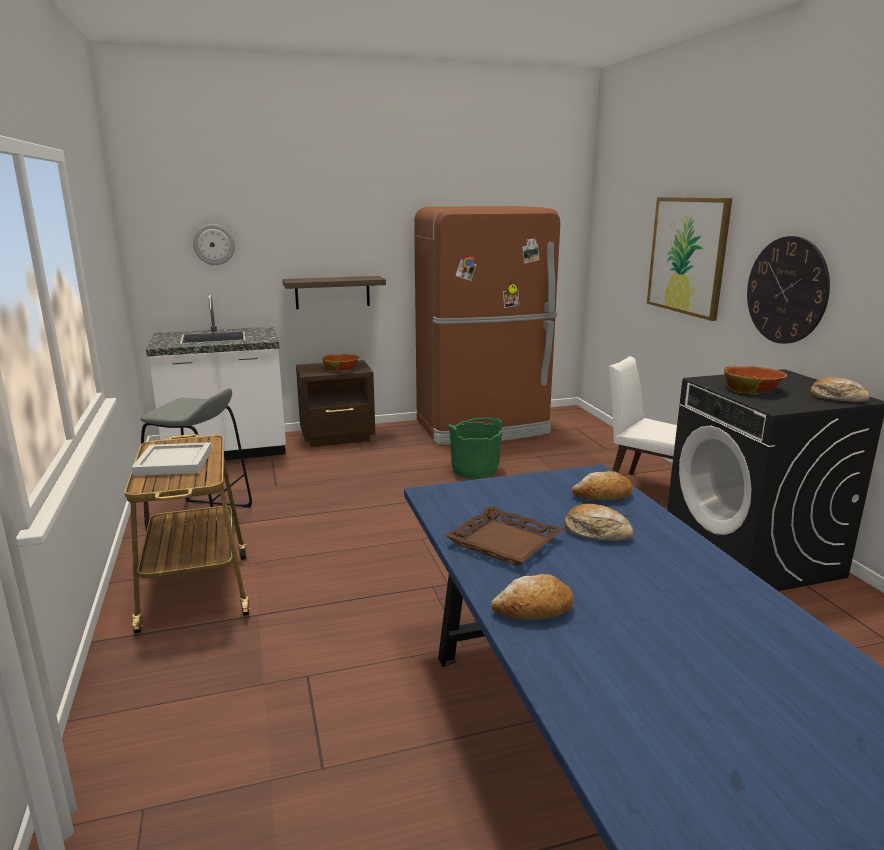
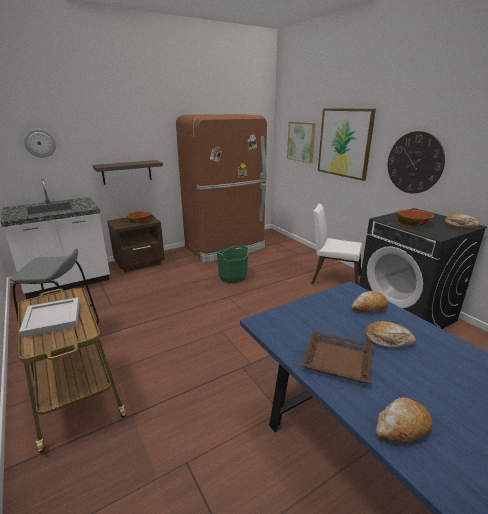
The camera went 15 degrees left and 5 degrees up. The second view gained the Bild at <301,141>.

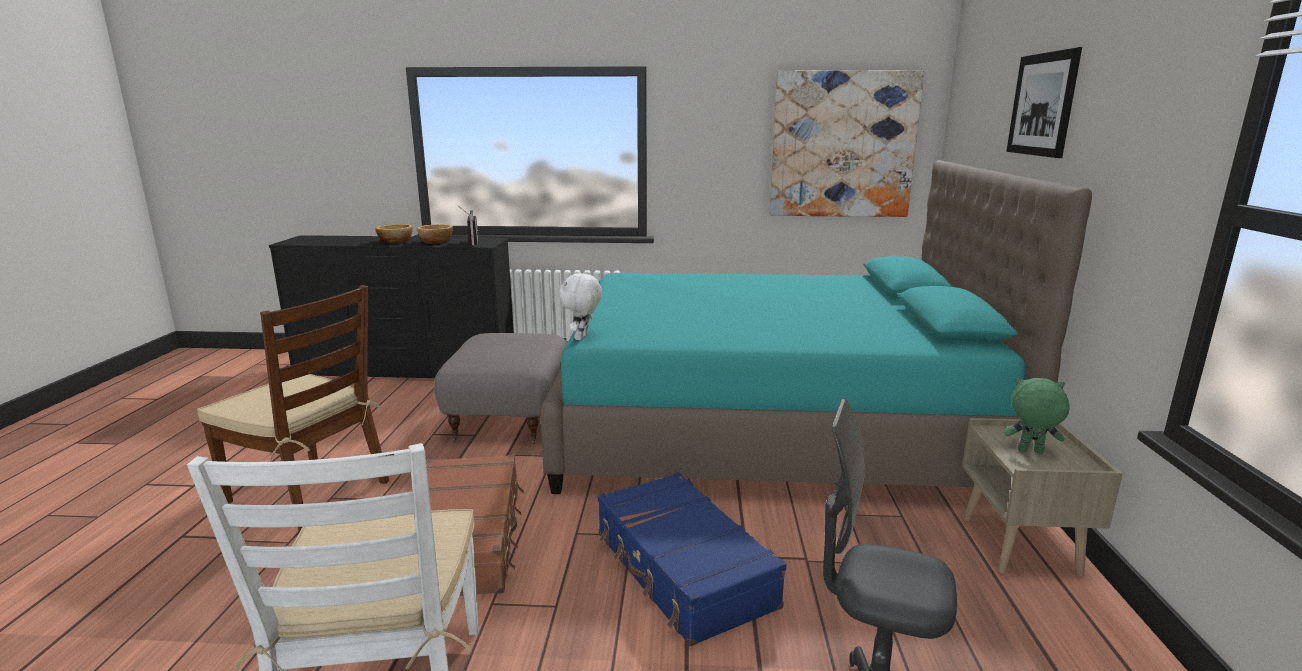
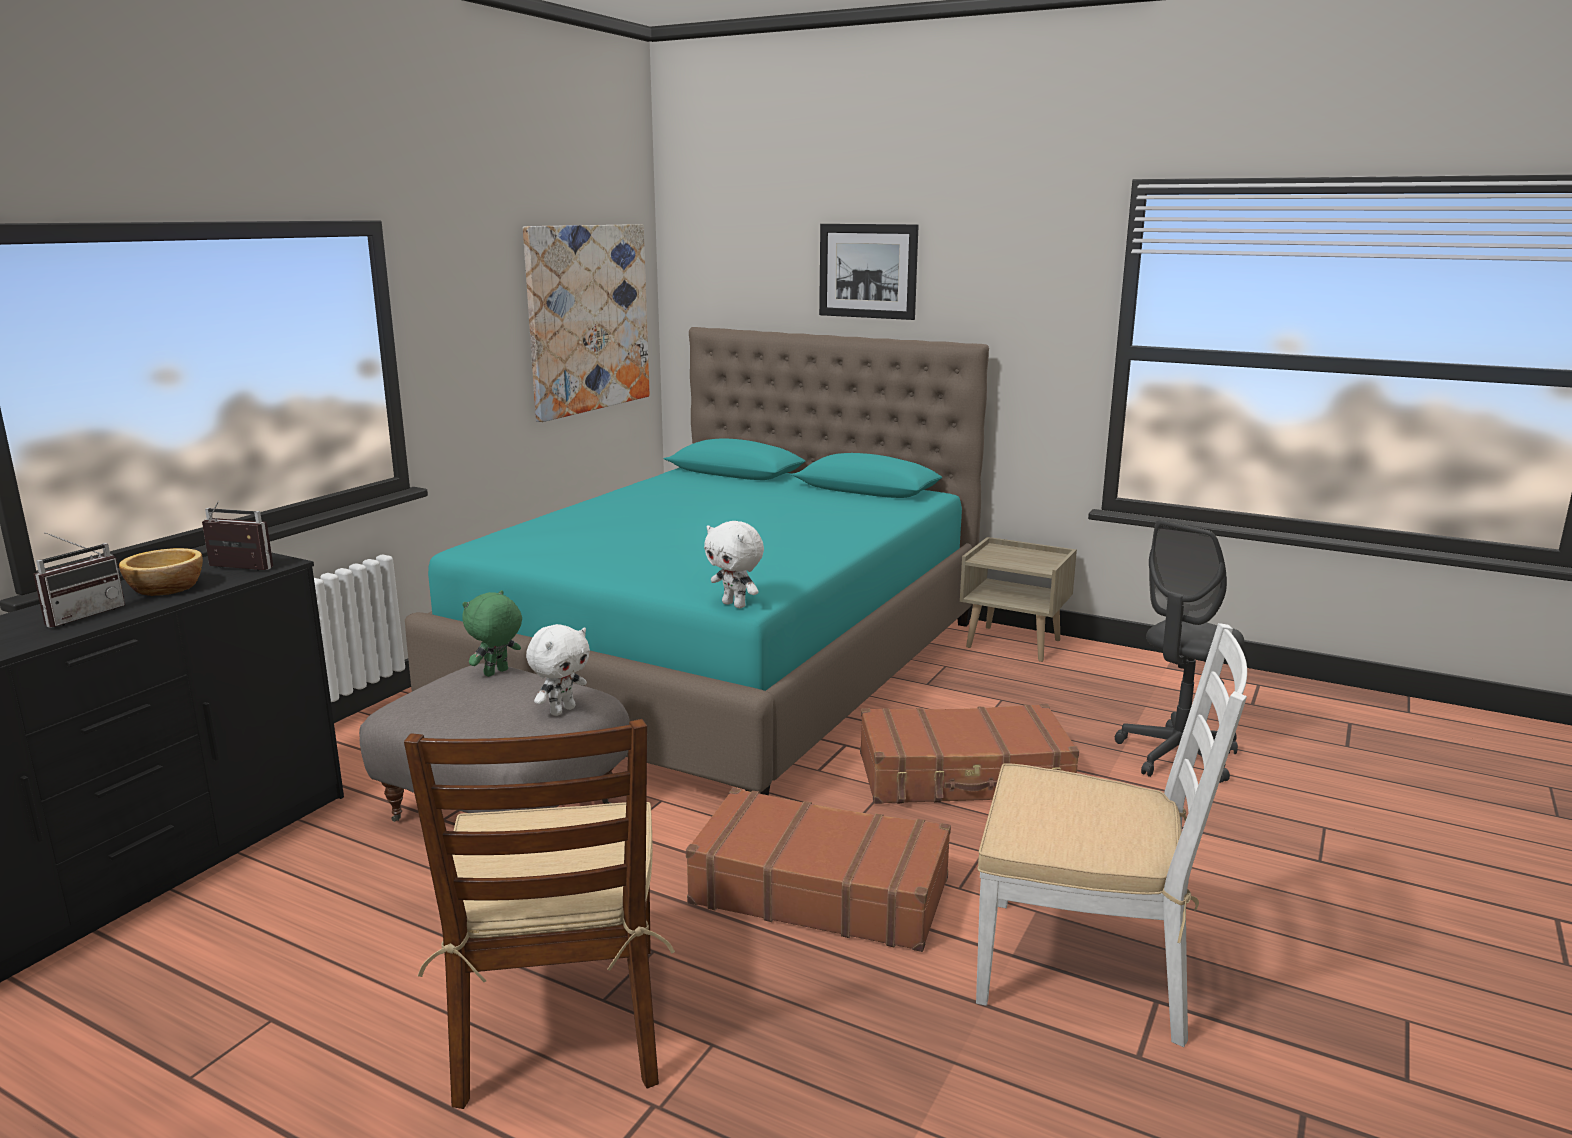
The camera went 65 degrees left and 0 degrees up. The Stuhl/braun at <310,492> ended up facing another way, 120 degrees clockwise from before. Where the Schüssel stood at <396,241>, the Radio came to stand at <82,615>. What was the Koffer/blau at <682,570> turned into the Koffer/braun at <964,776>. The Plüschtier/grün ended up elsewhere, having gone from <1030,452> to <496,673>. The second view gained the Plüschtier/weiß at <562,710>.

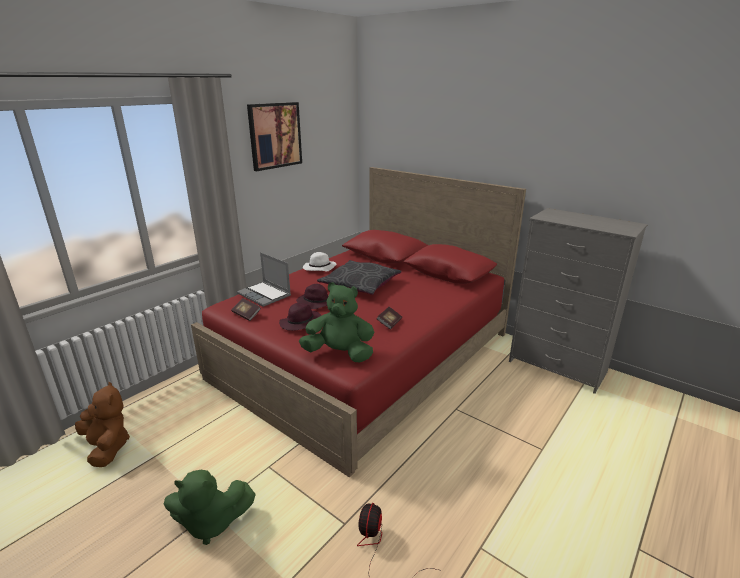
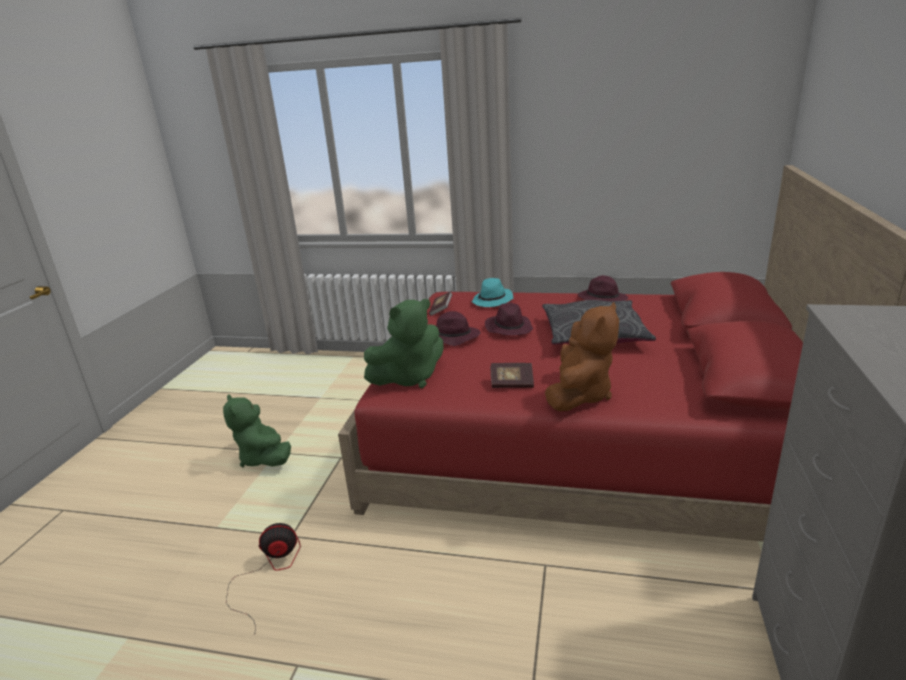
The camera went 65 degrees right and 0 degrees up. The Plüschtier/braun ended up elsewhere, having gone from <107,447> to <579,395>. Where the Laptop stood at <265,295>, the Hut/türkis came to stand at <493,301>. The second view lost the Bild at <275,135>. The Plüschtier/grün at <340,354> ended up facing another way, 75 degrees clockwise from before. What was the Hut/weiß at <319,268> turned into the Hut/lila at <601,299>.

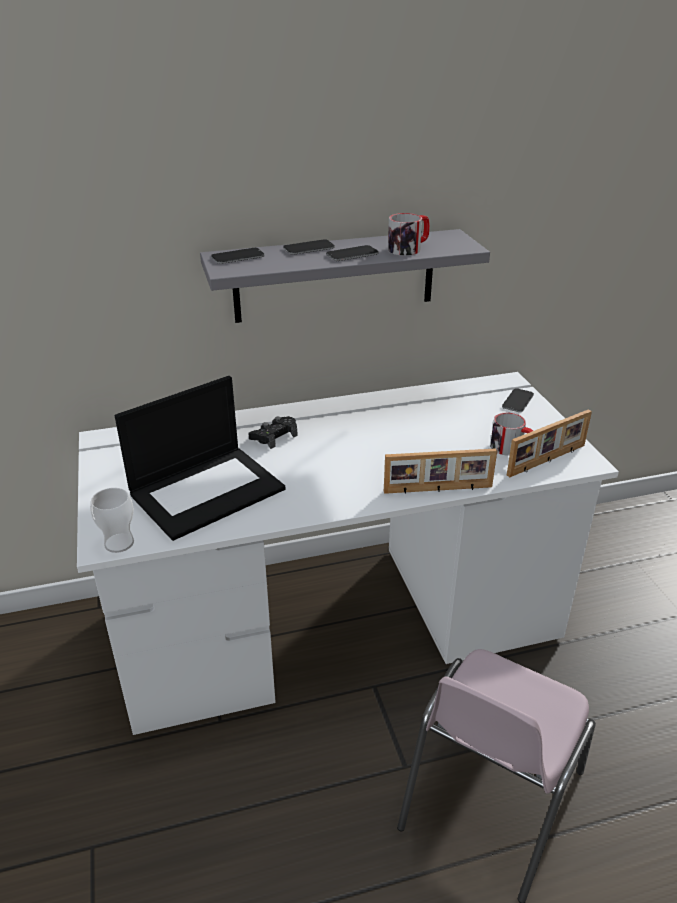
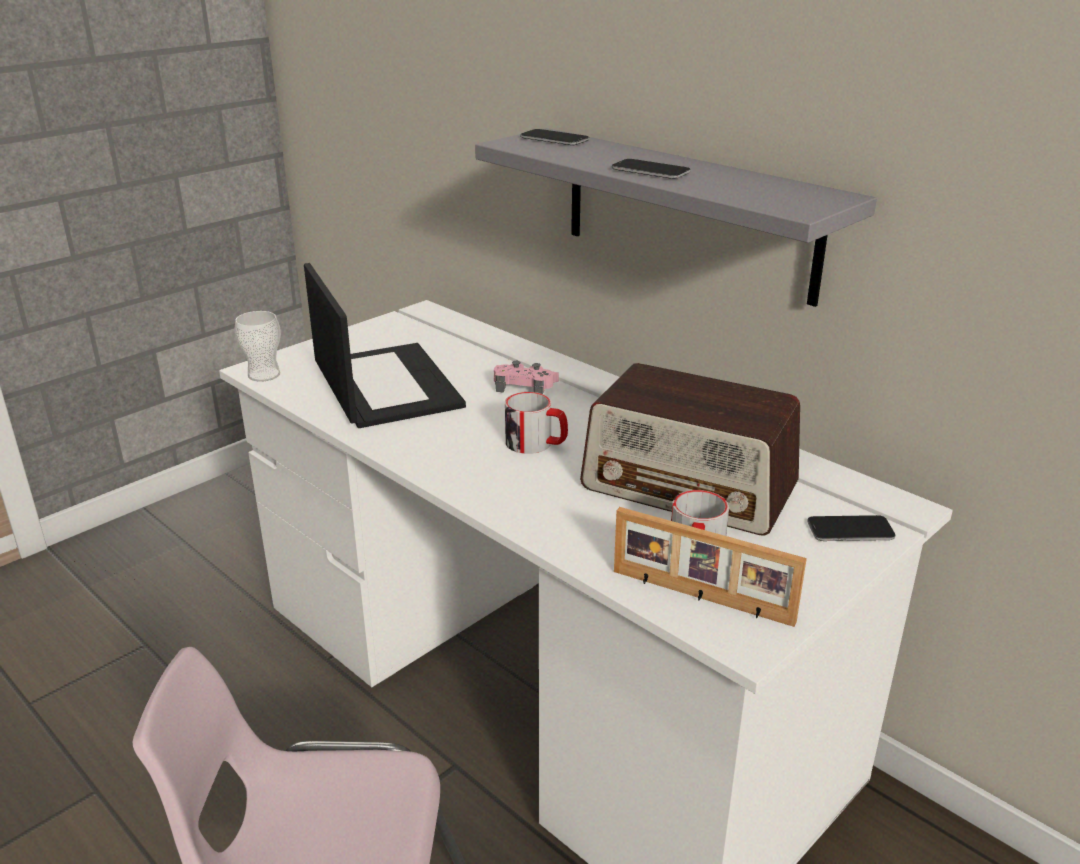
The camera went 60 degrees right and 5 degrees down. The Laptop at <207,490> ended up facing another way, 135 degrees counterclockwise from before. What was the Gamepad/schwarz at <274,436> turned into the Gamepad/rosa at <525,386>. The second view lost the Handy at <309,248>. The second view lost the Bilderrahmen at <438,490>. The Henkelbecher ended up elsewhere, having gone from <409,248> to <536,444>. The second view gained the Radio at <689,488>.

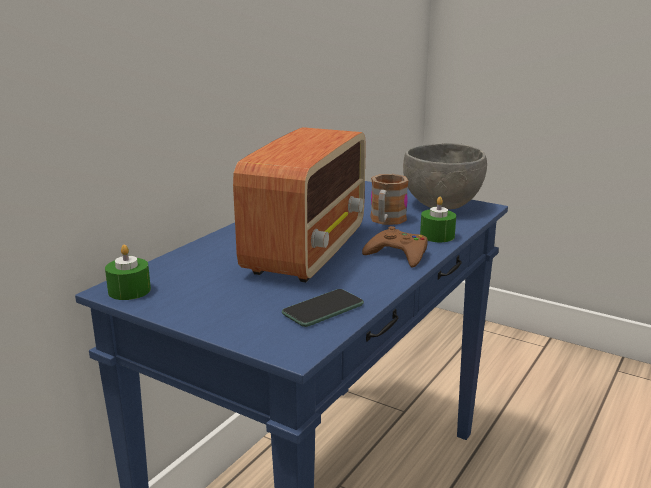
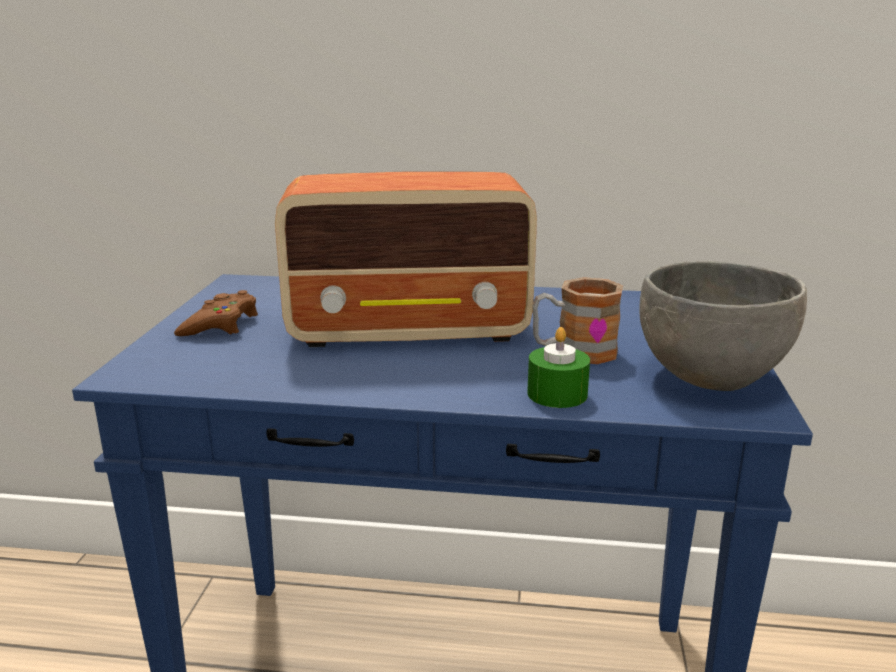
The camera went 65 degrees right and 0 degrees up. The second view lost the Kerze/grün at <129,290>. The second view lost the Handy at <323,309>. The Gamepad/braun ended up elsewhere, having gone from <398,254> to <220,324>.

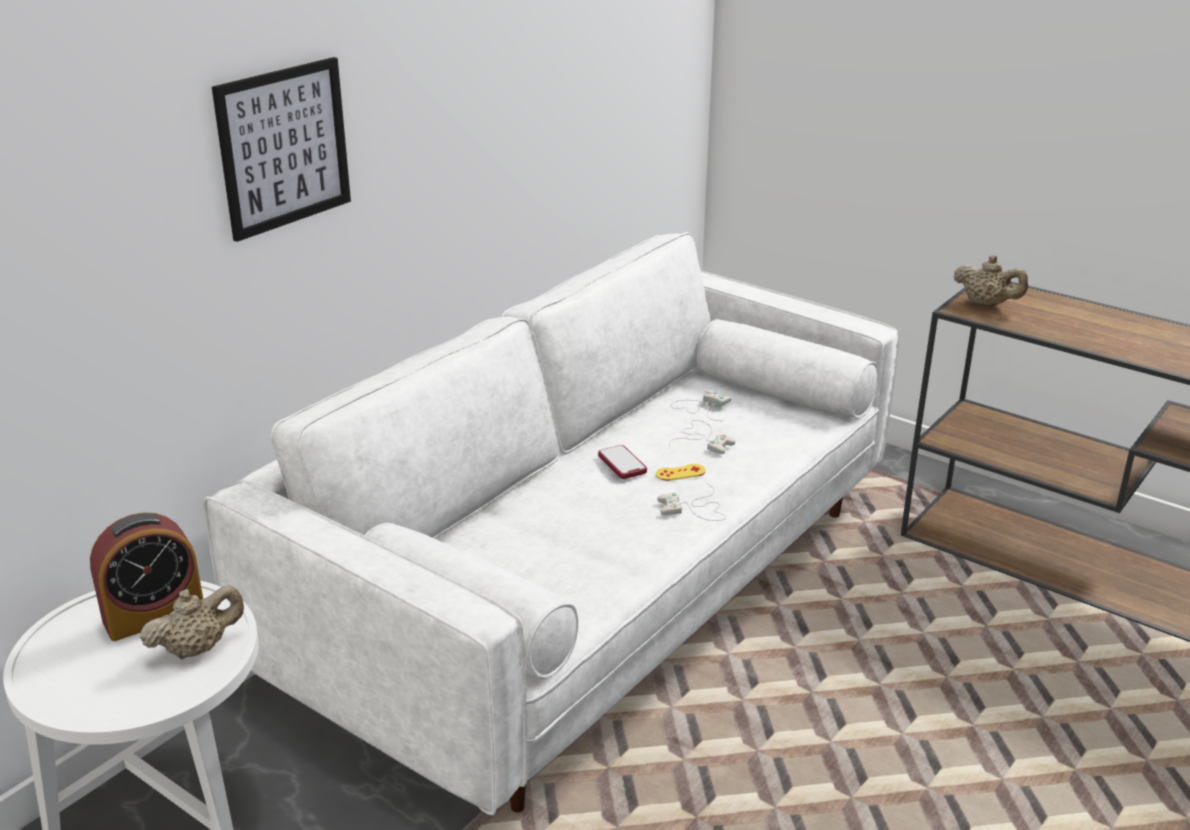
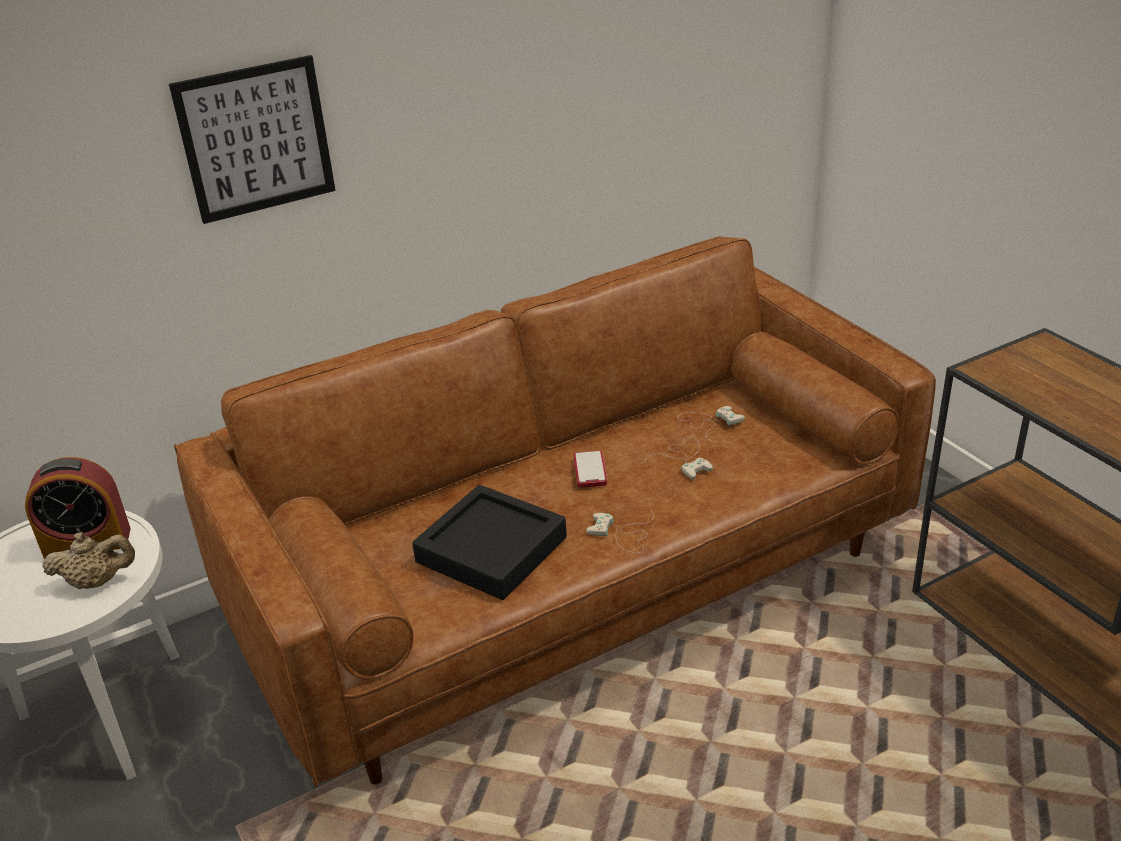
The camera went 25 degrees right and 5 degrees up. What was the Sofa/weiß at <594,592> turned into the Sofa/braun at <571,583>. The second view lost the Gamepad/gelb at <680,472>. The second view lost the Teekanne/beige at <986,304>. The second view gained the Tablett/schwarz at <491,550>.

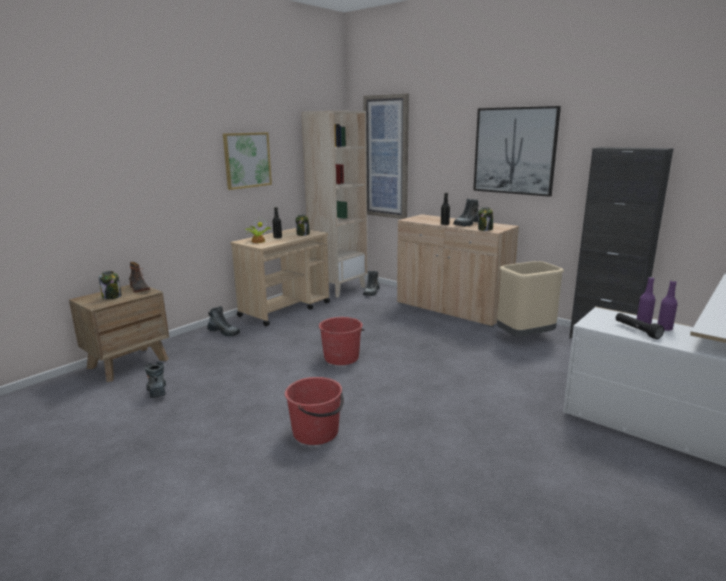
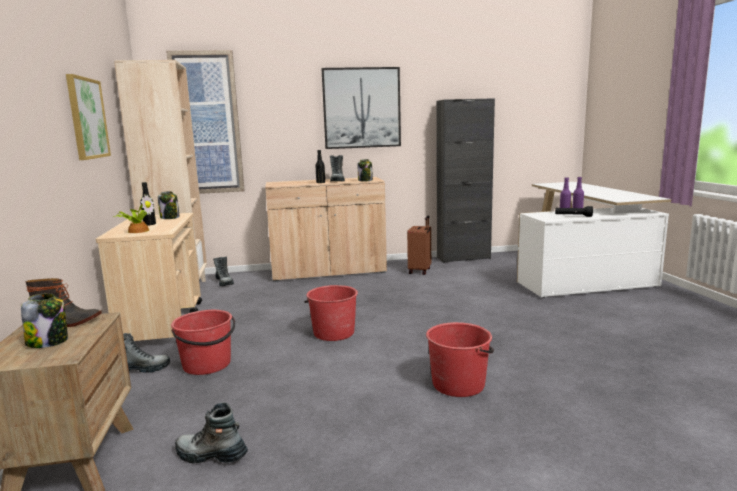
The camera went 50 degrees left and 5 degrees down. Where the Mülleimer/beige stood at <525,337>, the Koffer/braun came to stand at <420,271>. The second view gained the Eimer/rot at <207,365>.

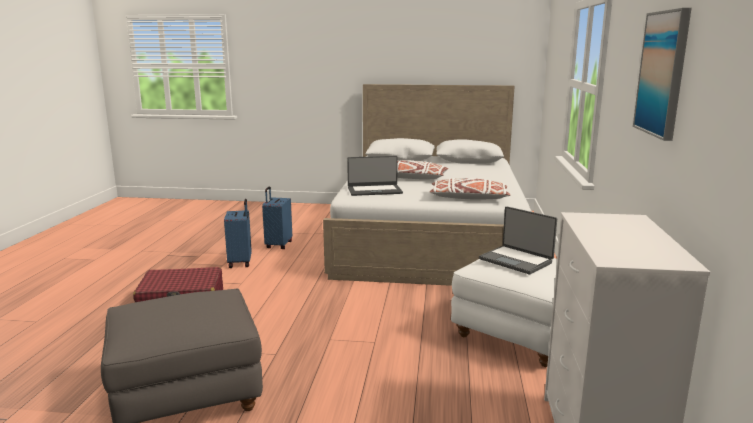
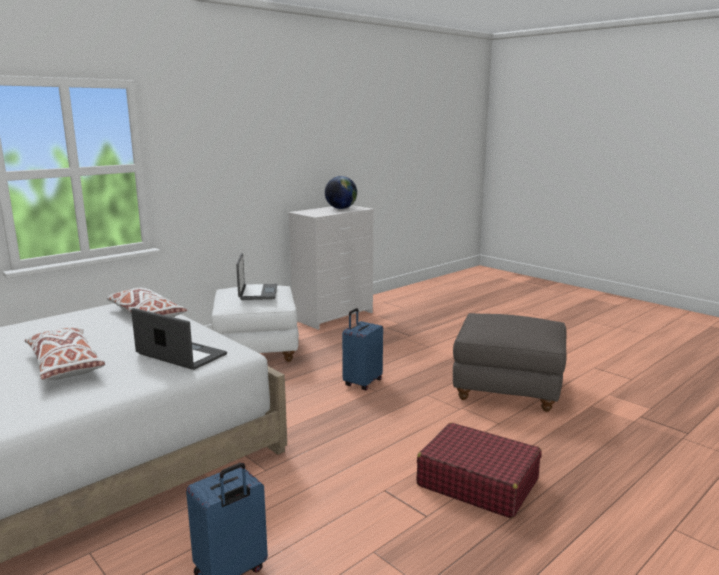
The camera went 140 degrees left and 0 degrees up. The Koffer/blau ended up elsewhere, having gone from <241,262> to <362,383>. The second view lost the Bild at <663,73>. The second view gained the Globus at <341,208>.

